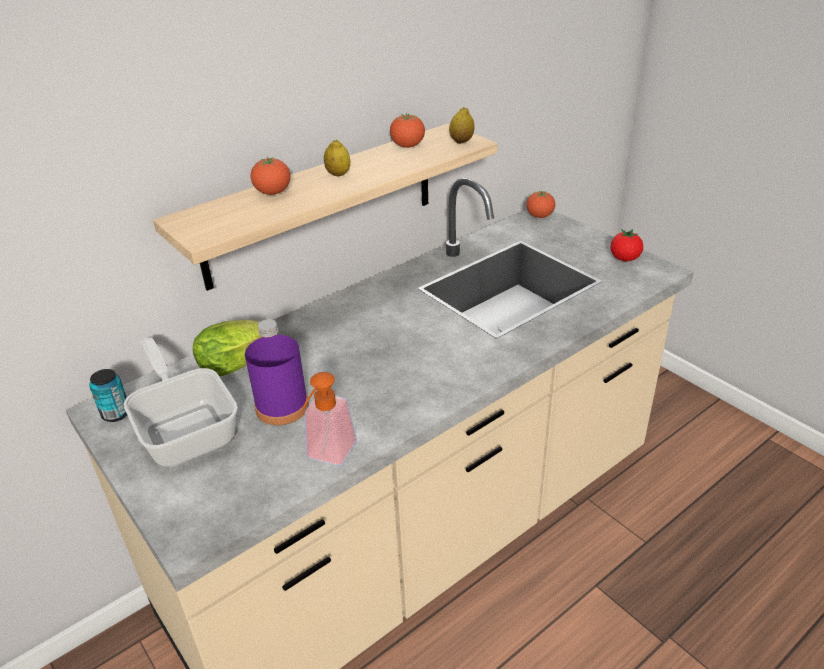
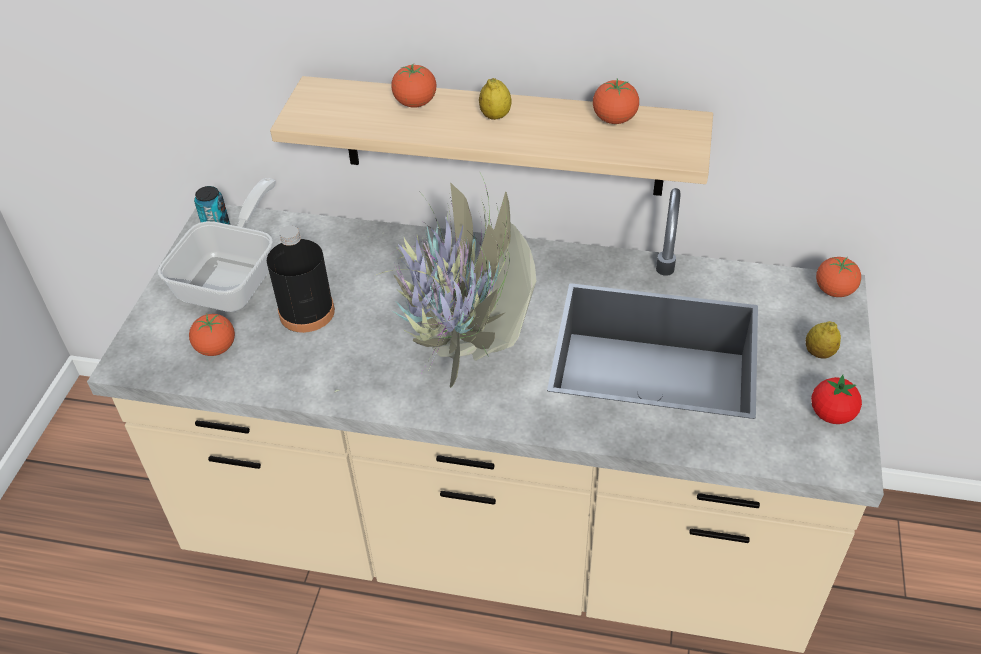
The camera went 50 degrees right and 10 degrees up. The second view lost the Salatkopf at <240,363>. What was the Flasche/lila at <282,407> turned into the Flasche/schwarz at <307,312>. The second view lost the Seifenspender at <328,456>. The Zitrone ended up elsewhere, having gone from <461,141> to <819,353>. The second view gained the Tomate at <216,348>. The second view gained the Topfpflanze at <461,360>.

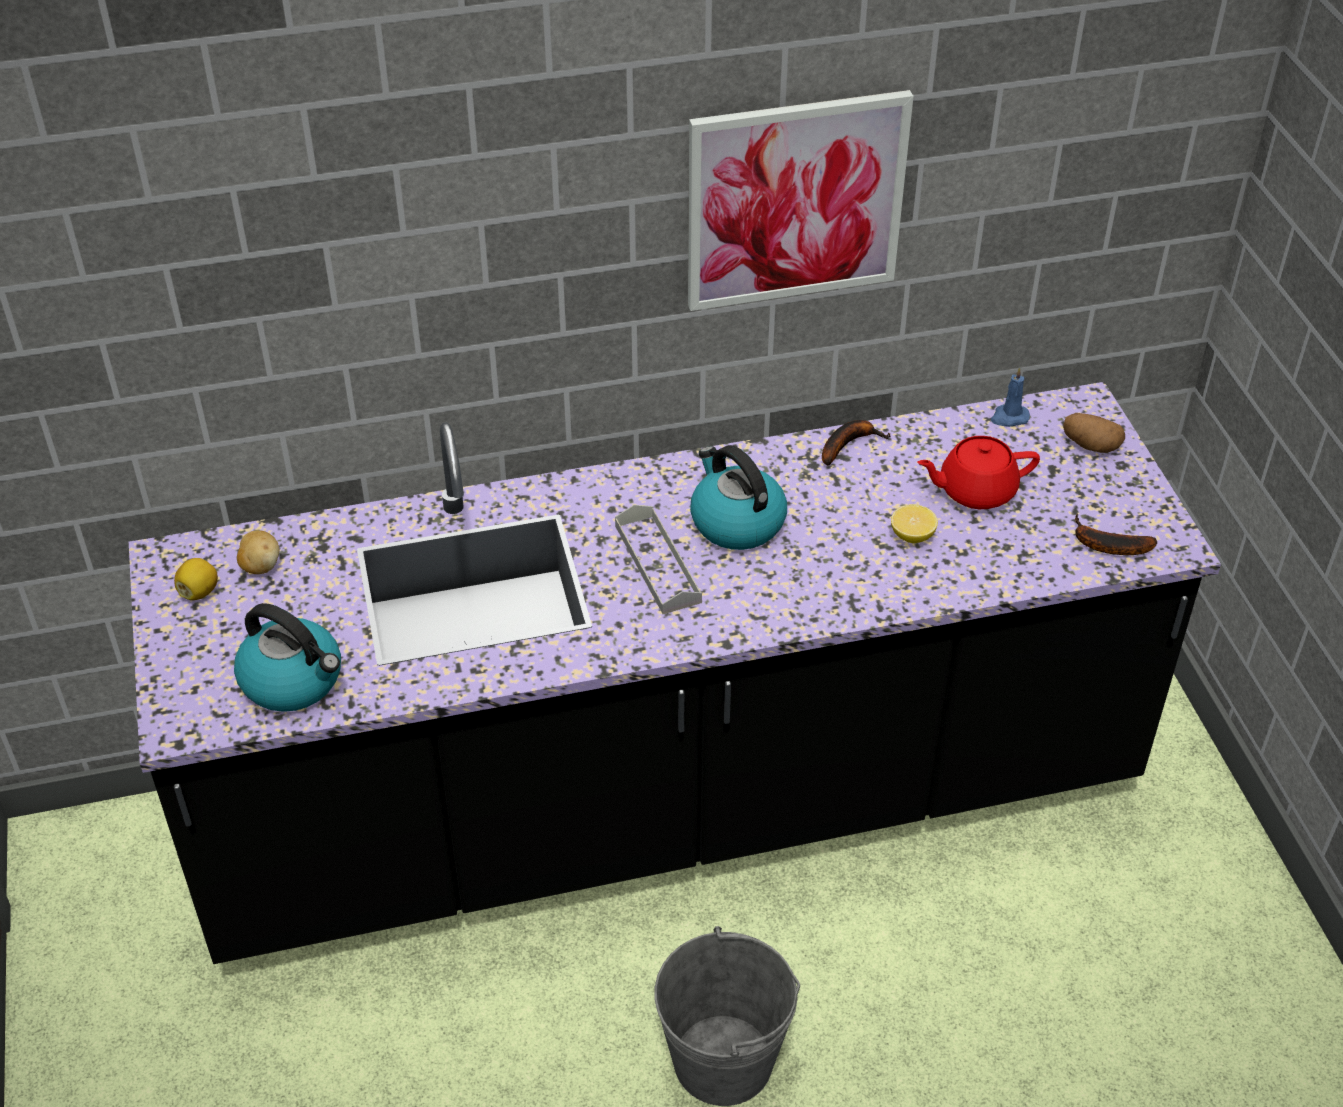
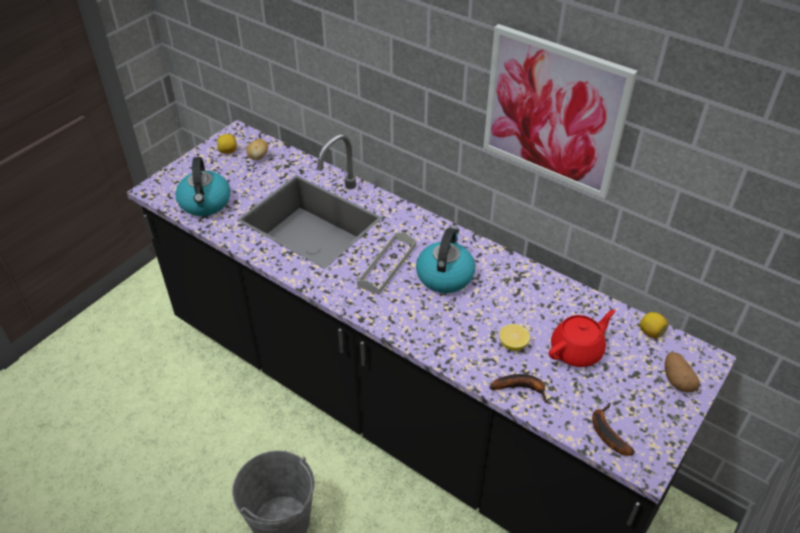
The camera went 50 degrees right and 0 degrees up. The Banane ended up elsewhere, having gone from <848,444> to <521,388>. The Teekanne/rot at <975,490> ended up facing another way, 105 degrees clockwise from before. Where the Kerze/blau stood at <1009,417>, the Zitrone came to stand at <651,332>.

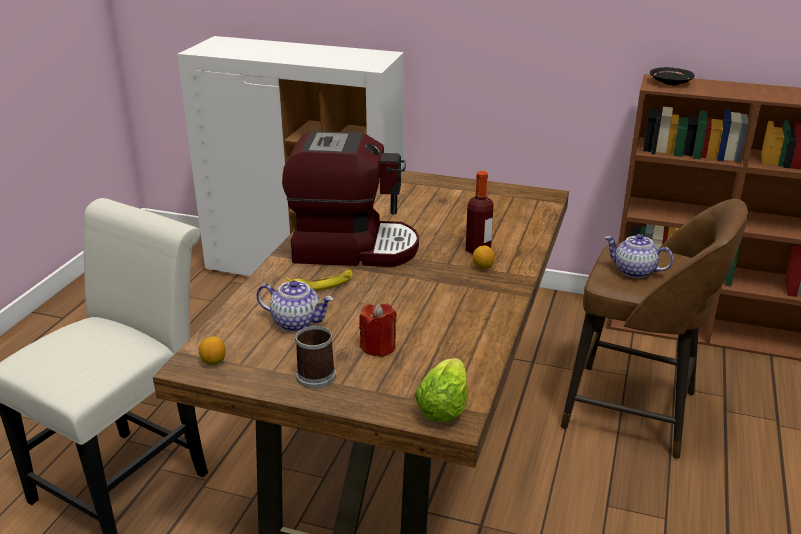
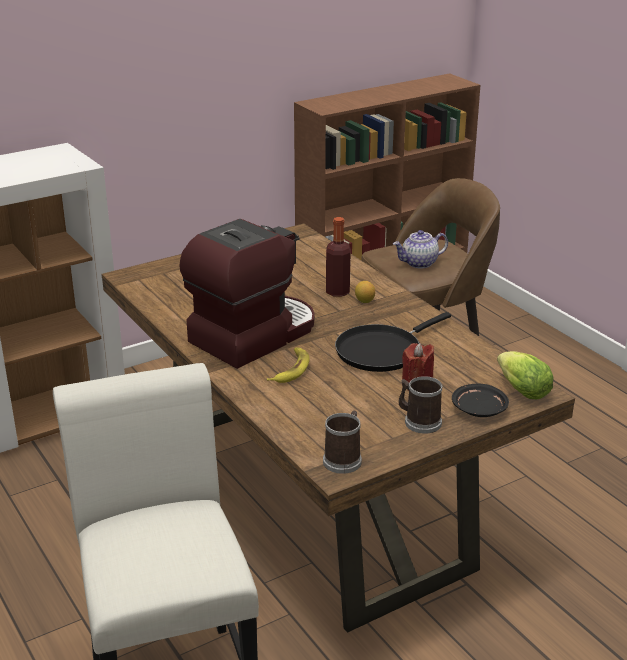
The camera went 50 degrees left and 0 degrees up. Where the Zitrone stood at <213,362>, the Henkelbecher came to stand at <344,459>. The second view lost the Teekanne at <297,322>. The Teller/schwarz ended up elsewhere, having gone from <670,82> to <479,409>. The second view gained the Pfanne/schwarz at <382,351>.

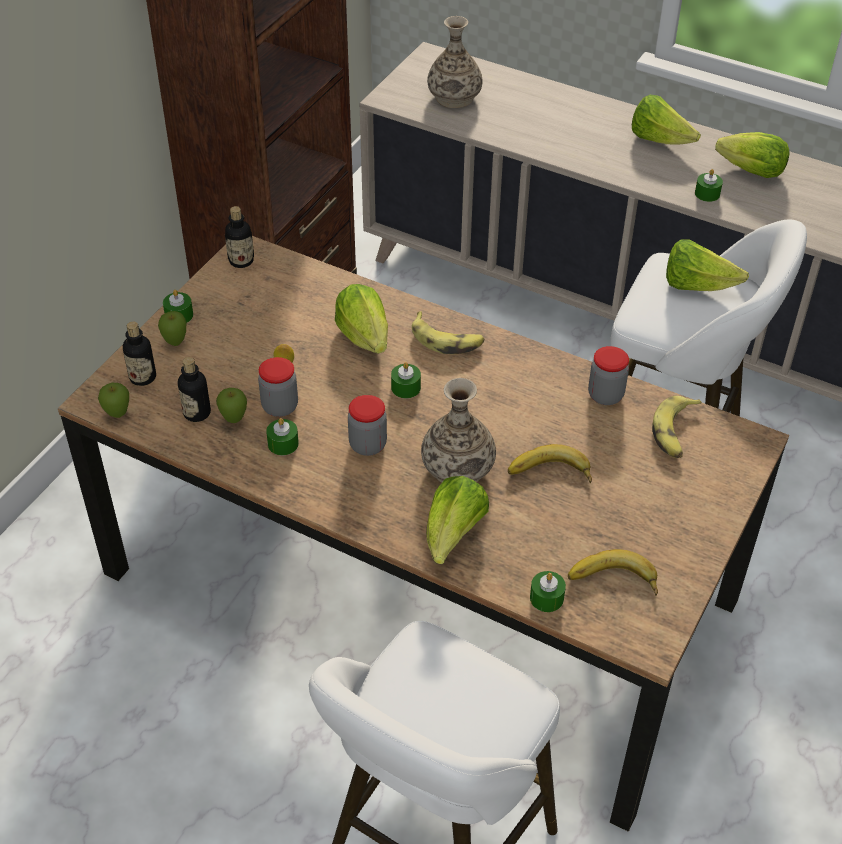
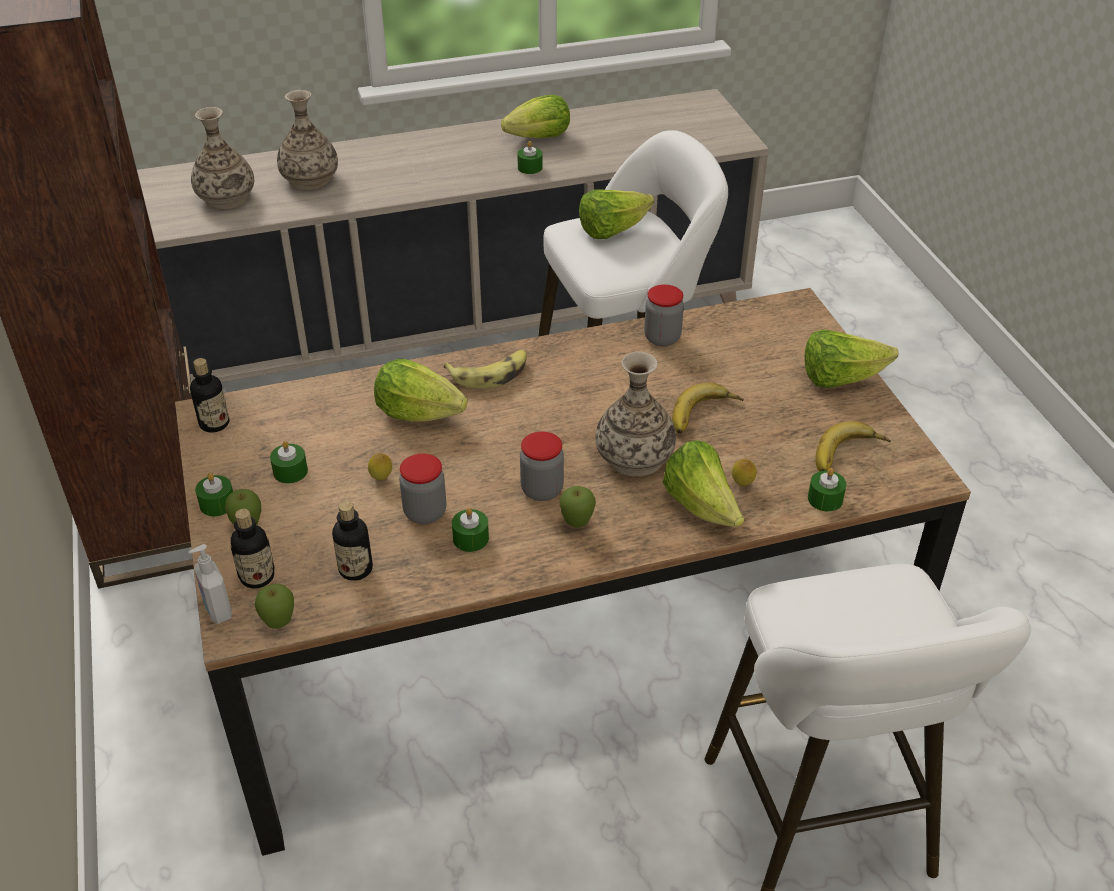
The camera went 45 degrees left and 5 degrees down. The Apfel ended up elsewhere, having gone from <234,420> to <577,524>. The Kerze/grün ended up elsewhere, having gone from <405,387> to <290,471>. The Salatkopf ended up elsewhere, having gone from <659,140> to <840,378>. The second view lost the Banane at <675,432>. The second view gained the Seifenspender at <217,611>. The second view gained the Vase at <309,179>. The second view gained the Zitrone at <742,485>.

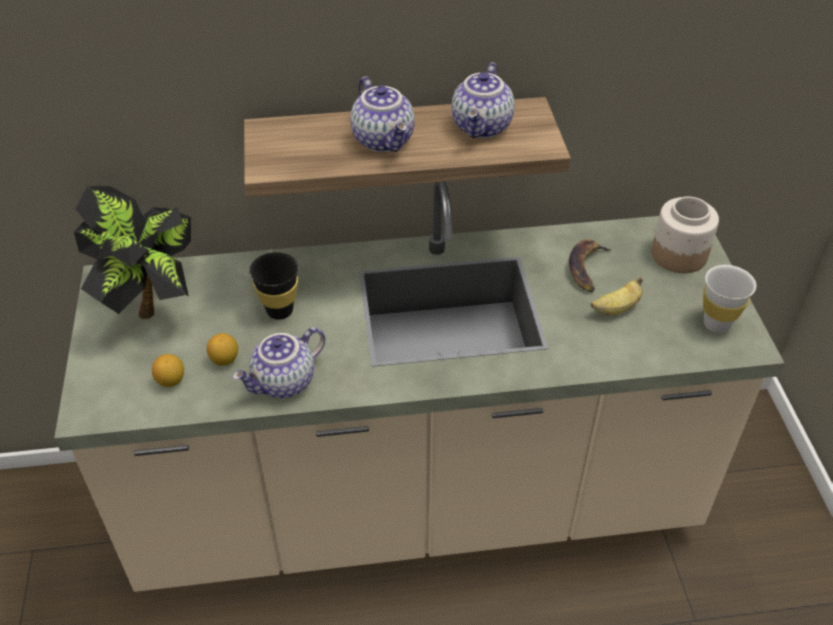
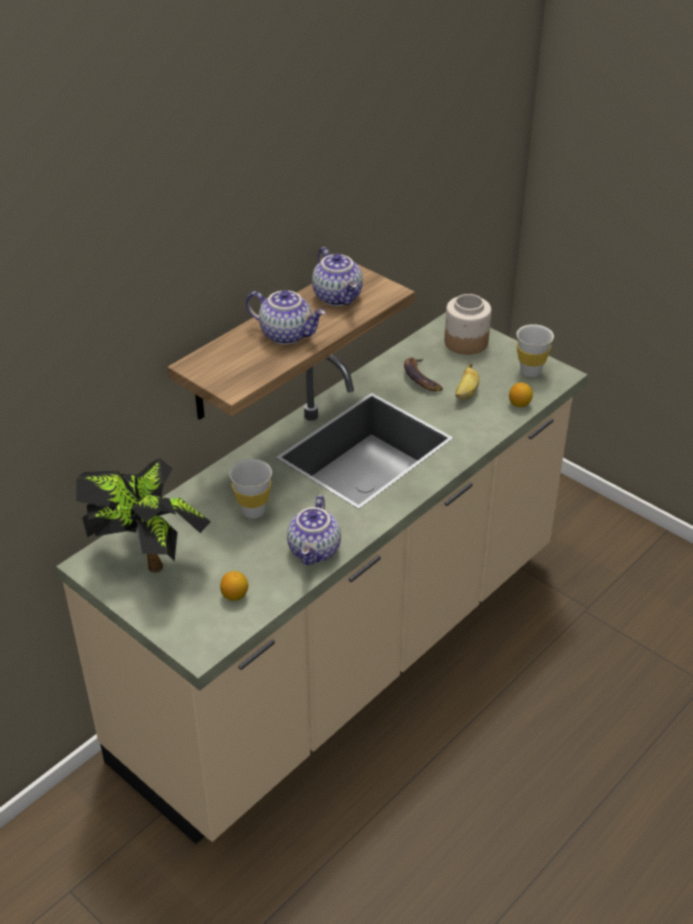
The camera went 40 degrees left and 5 degrees down. The Zitrone ended up elsewhere, having gone from <225,360> to <519,404>. What was the Tasse/schwarz at <280,311> turned into the Tasse/weiß at <253,511>.

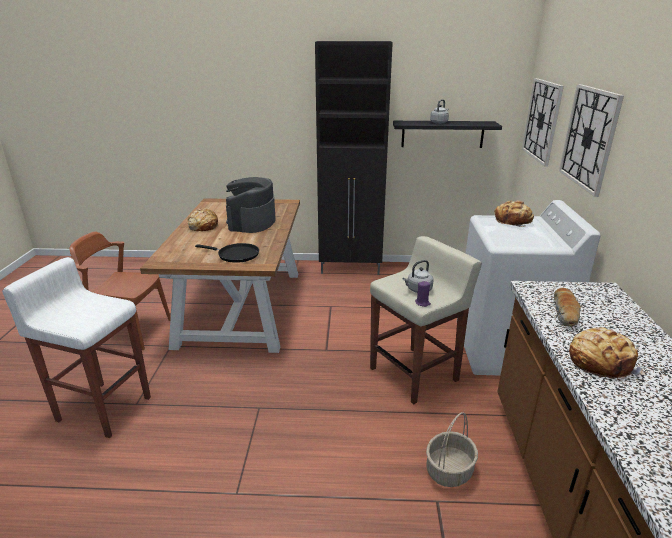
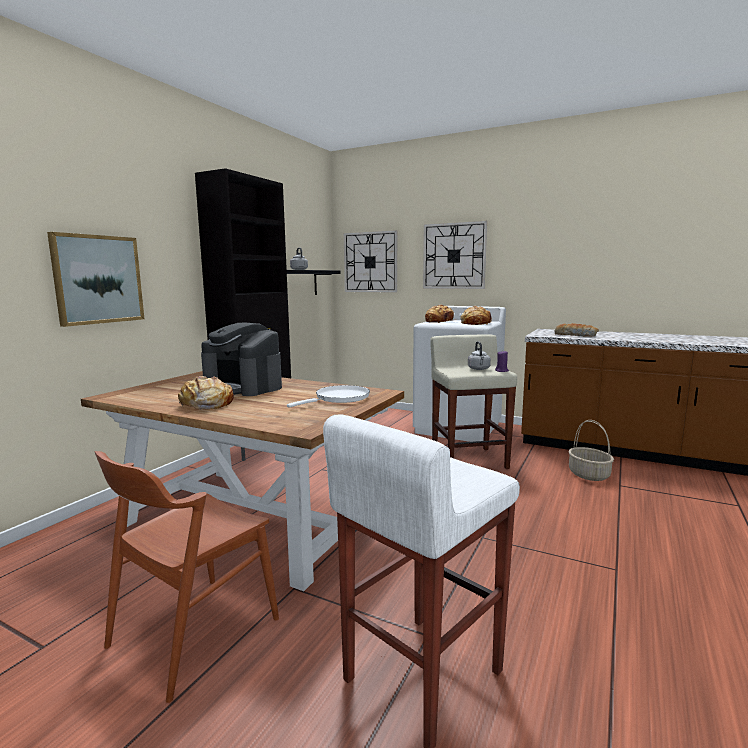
The camera went 65 degrees left and 15 degrees down. What was the Pfanne/schwarz at <235,255> turned into the Pfanne/weiß at <339,398>. The Brot ended up elsewhere, having gone from <600,361> to <475,323>. The second view gained the Bild at <98,279>.

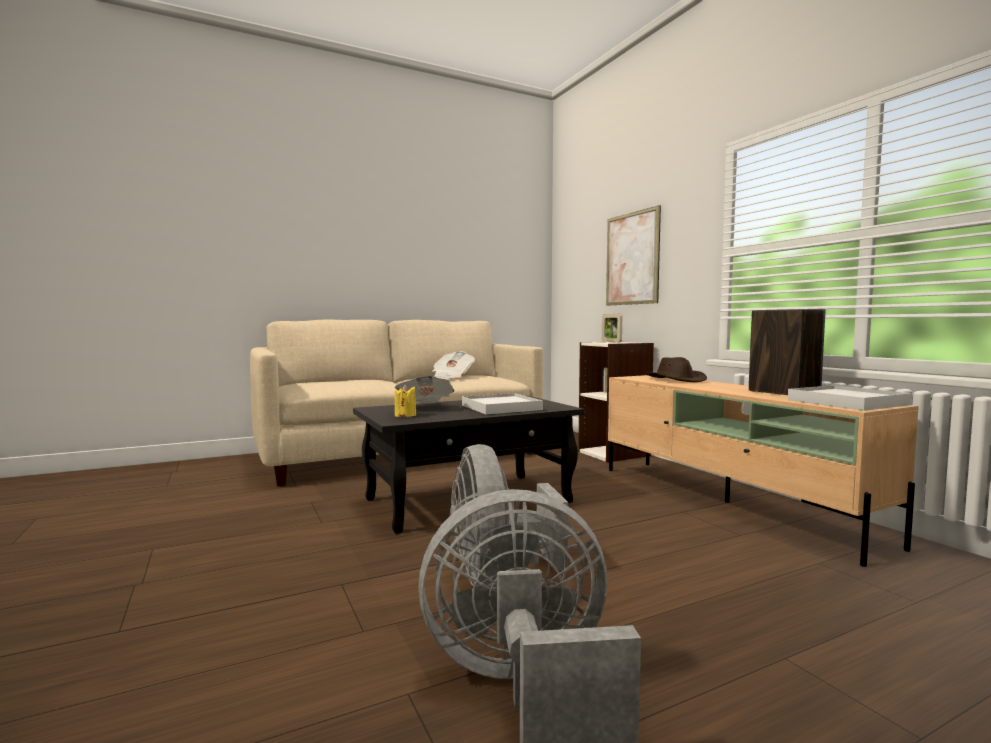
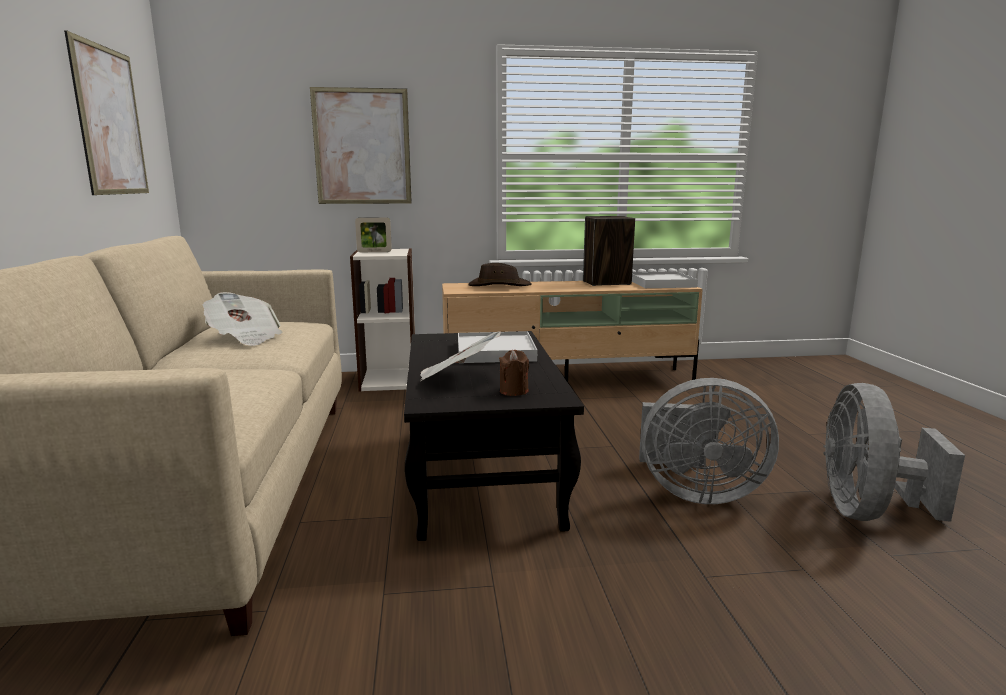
The camera went 70 degrees left and 10 degrees up. What was the Kerze/gelb at <405,415> turned into the Kerze/braun at <514,391>. The second view gained the Bild at <110,121>.

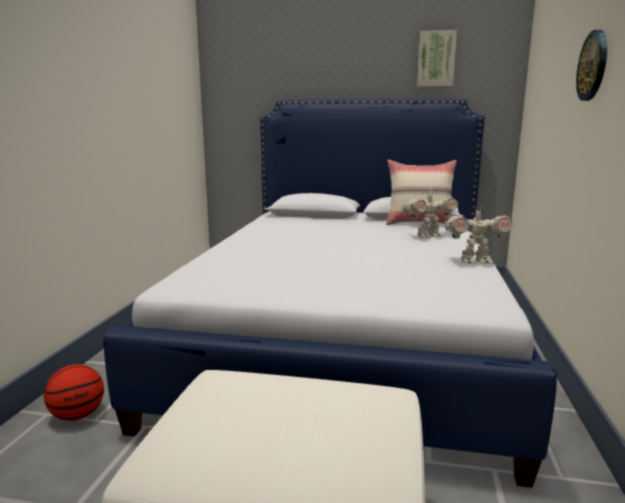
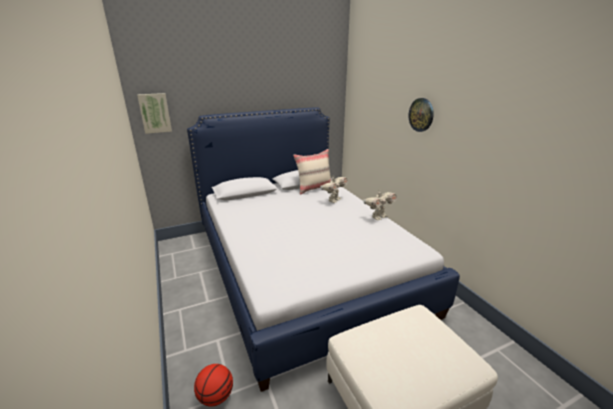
The camera went 35 degrees left and 10 degrees up. The Bild ended up elsewhere, having gone from <436,59> to <155,113>.

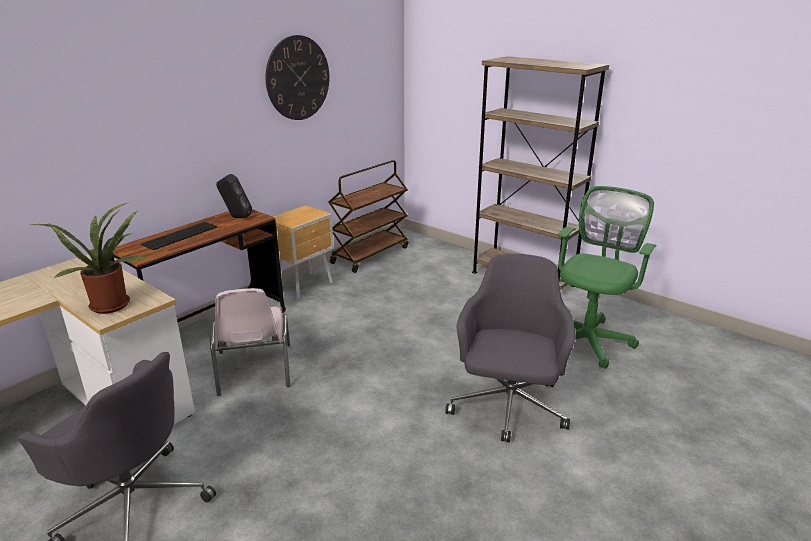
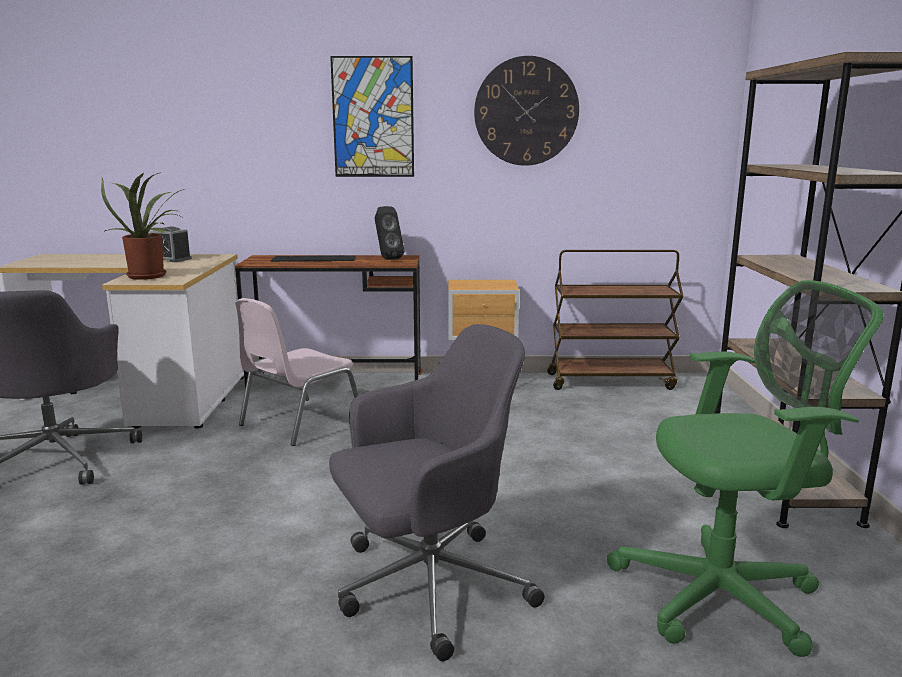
The camera went 50 degrees right and 10 degrees down. The second view gained the Wecker at <171,259>. The second view gained the Bild at <373,117>.

